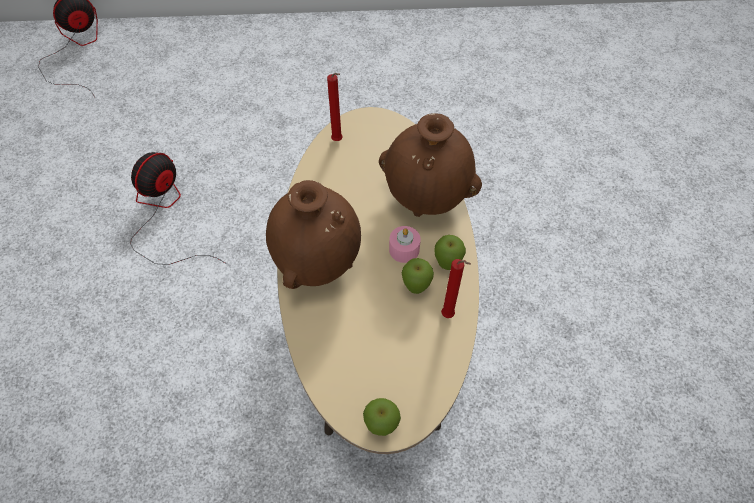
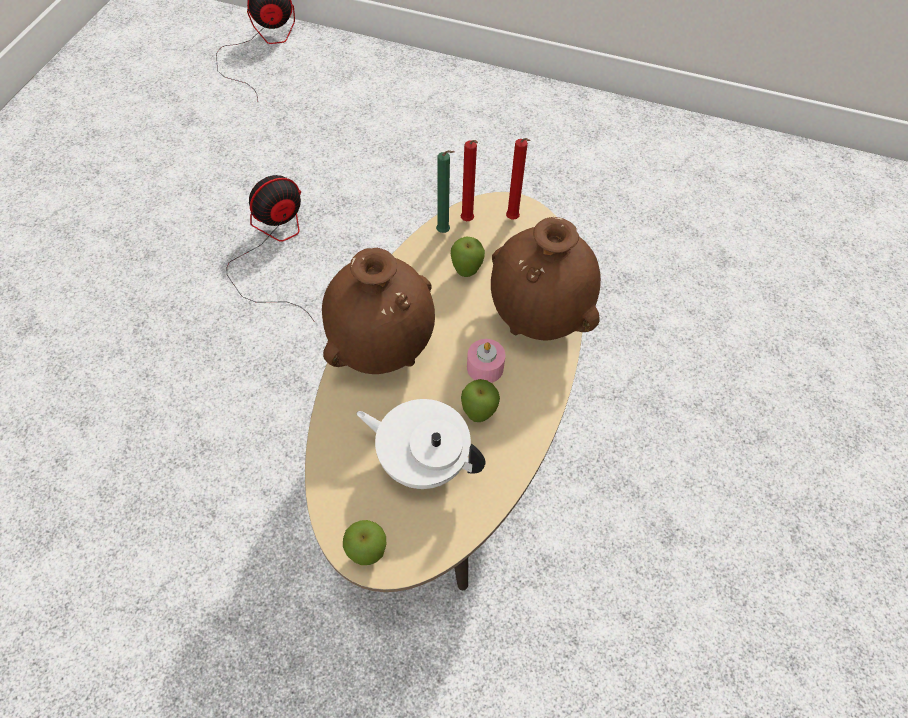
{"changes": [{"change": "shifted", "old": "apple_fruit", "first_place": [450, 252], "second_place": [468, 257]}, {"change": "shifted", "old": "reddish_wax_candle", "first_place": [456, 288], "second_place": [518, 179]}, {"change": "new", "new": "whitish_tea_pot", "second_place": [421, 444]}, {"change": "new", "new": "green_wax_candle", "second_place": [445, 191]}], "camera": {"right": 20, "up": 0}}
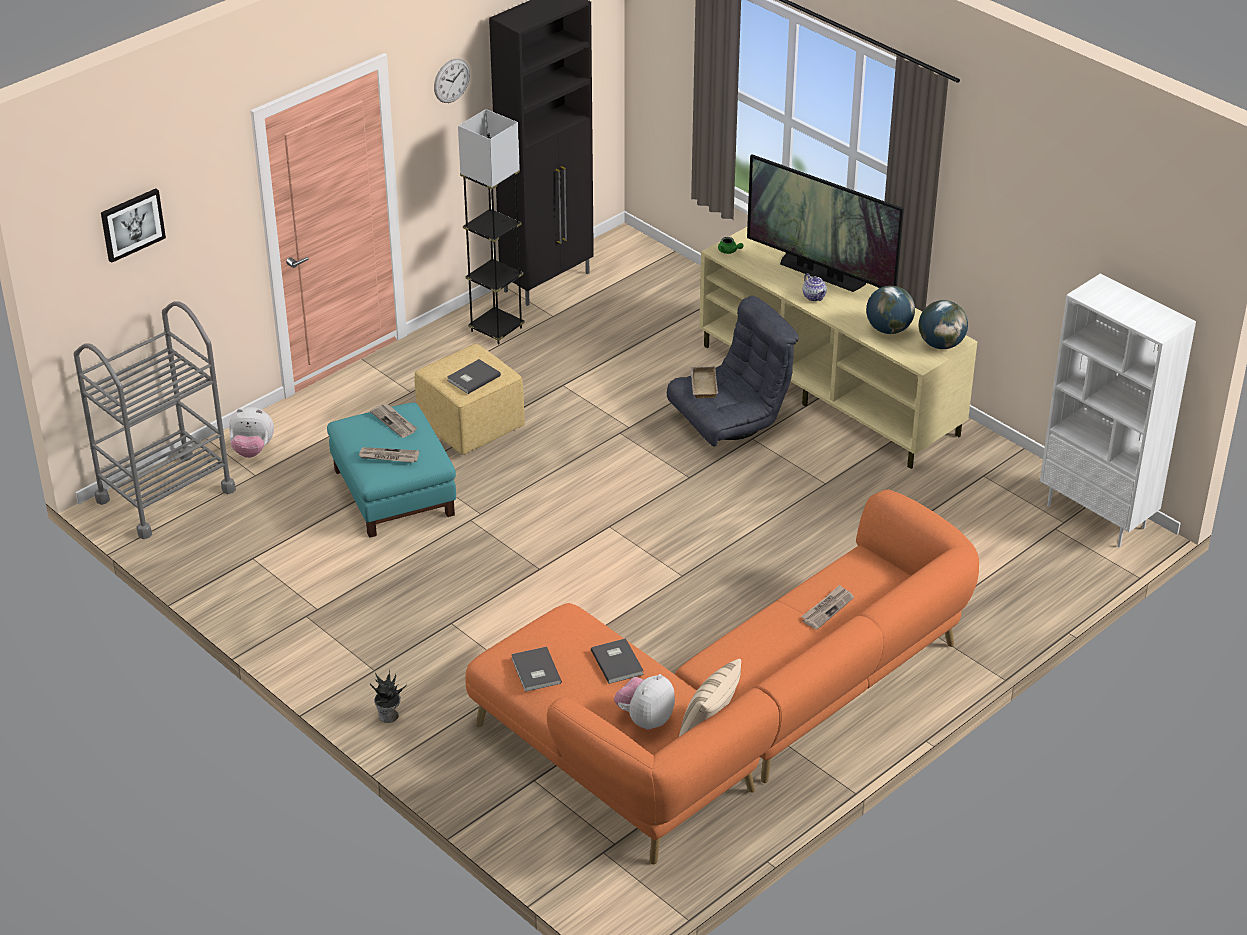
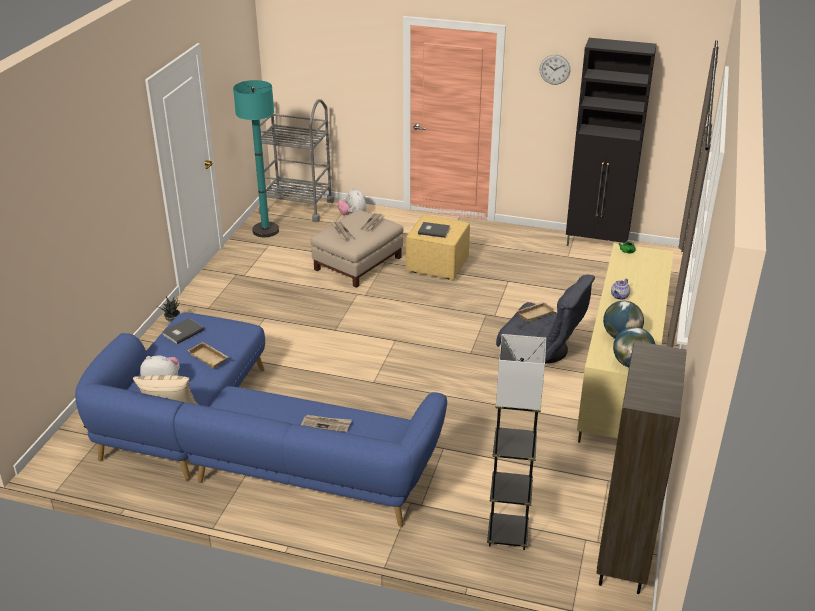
{"changes": [{"change": "gone", "old": "wall_picture", "first_place": [133, 225]}, {"change": "repainted", "old": "blue-green_ottoman", "new": "beige-coloured_ottoman", "first_place": [391, 470], "second_place": [356, 249]}, {"change": "shifted", "old": "greyish_standard_lamp", "first_place": [491, 226], "second_place": [516, 442]}, {"change": "repainted", "old": "orangey_settee", "new": "blue_settee", "first_place": [722, 676], "second_place": [261, 420]}, {"change": "swapped", "old": "greyish_volume", "new": "beige-coloured_carrying_tray", "first_place": [617, 661], "second_place": [208, 355]}, {"change": "gone", "old": "television", "first_place": [825, 223]}, {"change": "repainted", "old": "whitish_bookcase", "new": "brownish_bookcase", "first_place": [1118, 410], "second_place": [642, 467]}, {"change": "new", "new": "blue-green_standard_lamp", "second_place": [256, 158]}], "camera": {"right": 60, "up": -5}}
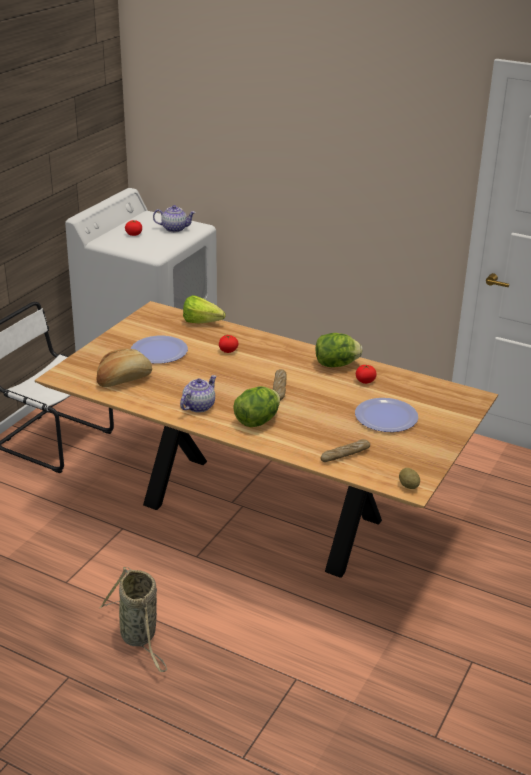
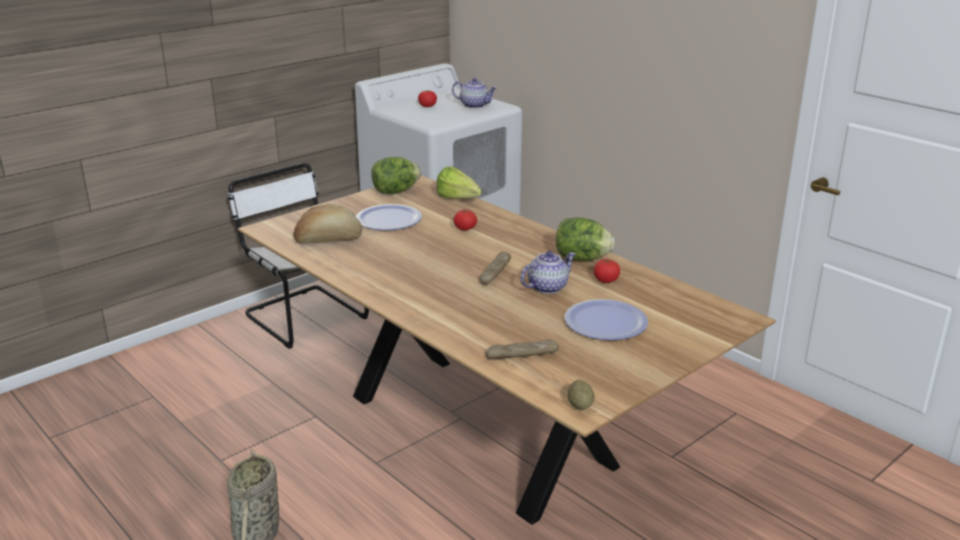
{"changes": [{"change": "shifted", "old": "tea_pot", "first_place": [198, 393], "second_place": [547, 272]}, {"change": "shifted", "old": "head_of_lettuce", "first_place": [257, 406], "second_place": [396, 175]}], "camera": {"right": 20, "up": -5}}
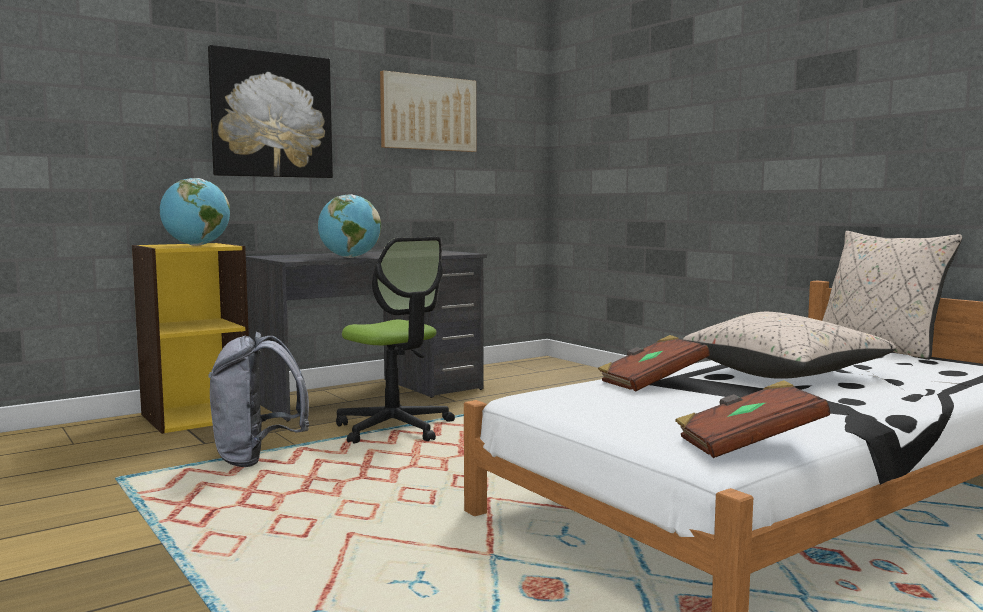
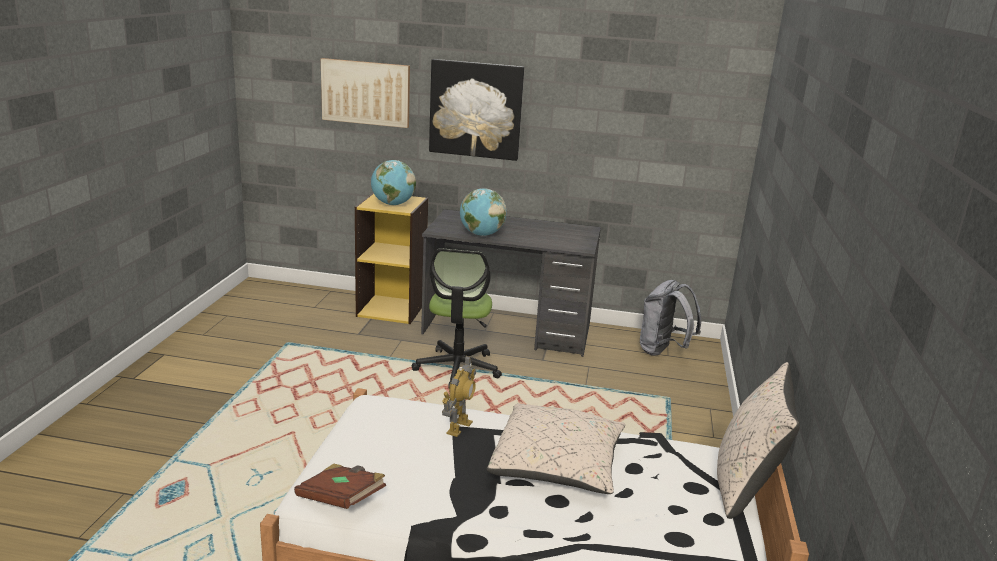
{"changes": [{"change": "shifted", "old": "greyish_backpack", "first_place": [258, 399], "second_place": [670, 318]}, {"change": "shifted", "old": "wall_picture", "first_place": [428, 111], "second_place": [365, 93]}, {"change": "swapped", "old": "brownish_volume", "new": "model_robot", "first_place": [654, 363], "second_place": [459, 396]}], "camera": {"right": 45, "up": 15}}
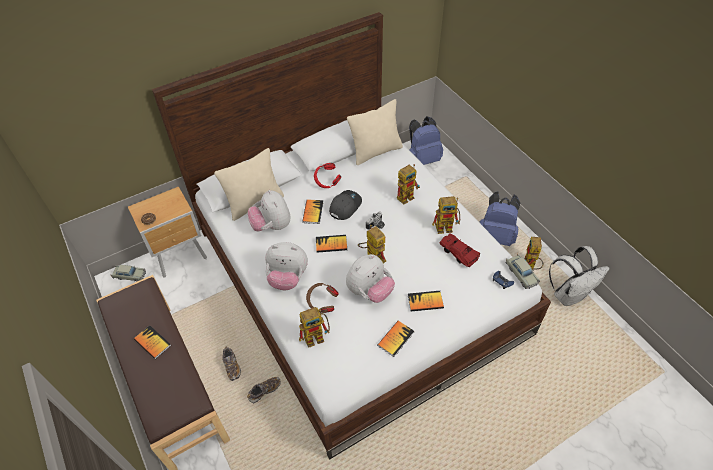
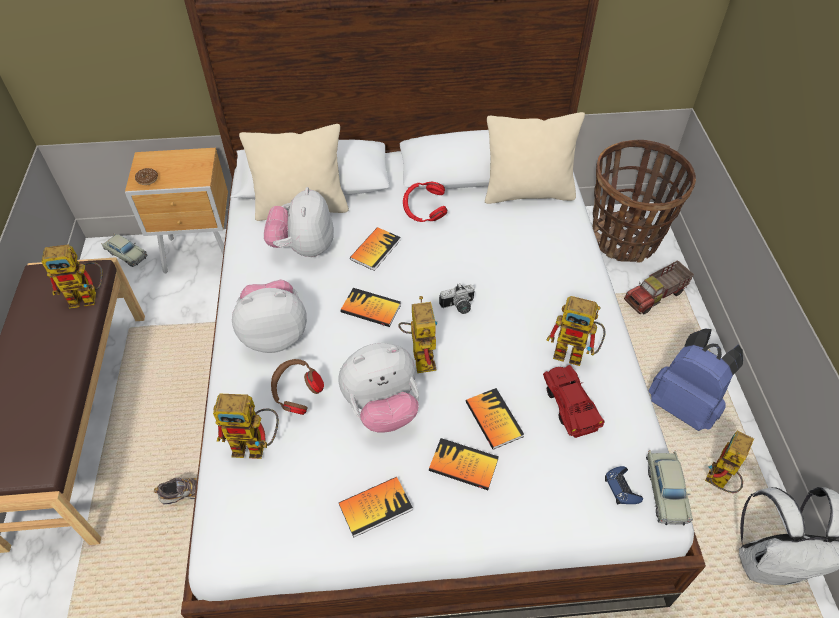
{"changes": [{"change": "shifted", "old": "volume", "first_place": [152, 342], "second_place": [495, 419]}, {"change": "gone", "old": "shoe", "first_place": [231, 364]}, {"change": "rotated", "old": "cuddly_toy", "first_place": [286, 266], "second_place": [269, 316], "degrees": 135}, {"change": "gone", "old": "greyish_cap", "first_place": [345, 205]}, {"change": "shifted", "old": "model_robot", "first_place": [408, 184], "second_place": [72, 277]}, {"change": "swapped", "old": "blue_backpack", "new": "household_basket", "first_place": [426, 140], "second_place": [644, 201]}, {"change": "new", "new": "toy_lorry", "second_place": [659, 287]}], "camera": {"right": 25, "up": 0}}
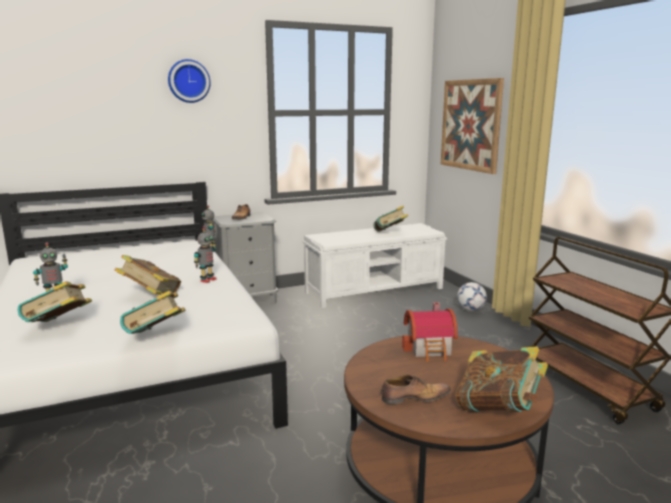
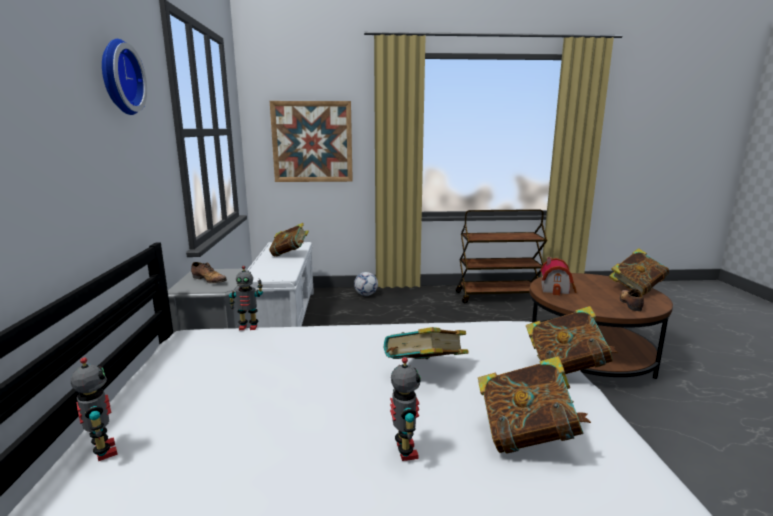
{"changes": [{"change": "shifted", "old": "model_robot", "first_place": [205, 255], "second_place": [94, 409]}], "camera": {"right": -70, "up": 0}}
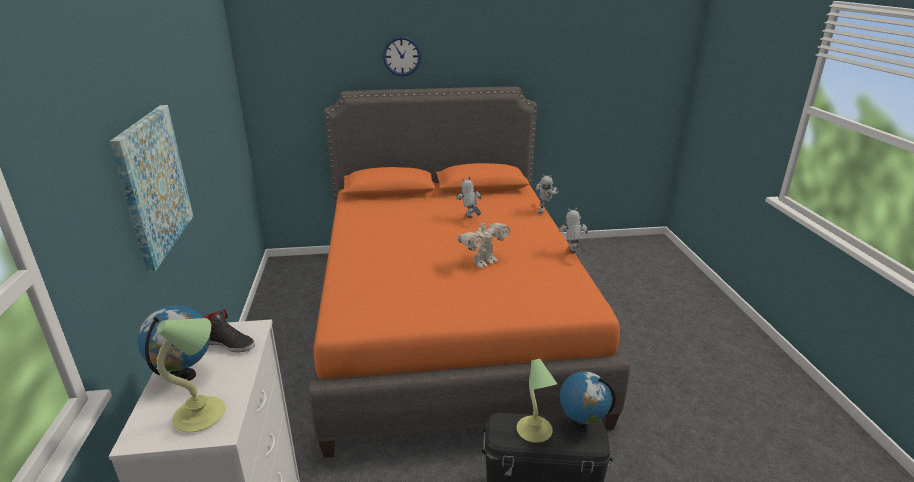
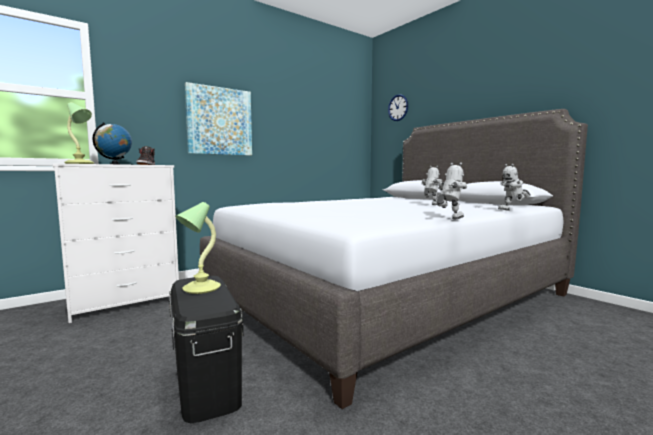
{"changes": [{"change": "repainted", "old": "orangey_bedroom_bed", "new": "greyish_bedroom_bed", "first_place": [469, 272], "second_place": [394, 259]}, {"change": "shifted", "old": "wall_clock", "first_place": [402, 56], "second_place": [398, 107]}, {"change": "gone", "old": "model_robot", "first_place": [484, 244]}, {"change": "gone", "old": "world_globe", "first_place": [588, 401]}], "camera": {"right": 60, "up": -20}}
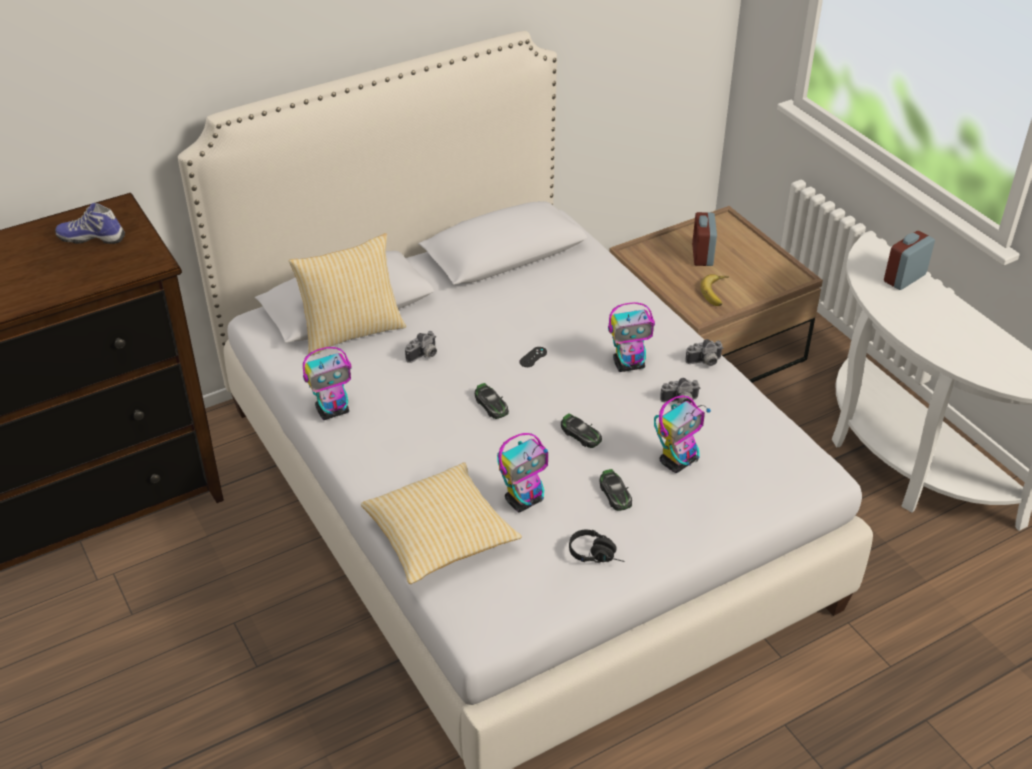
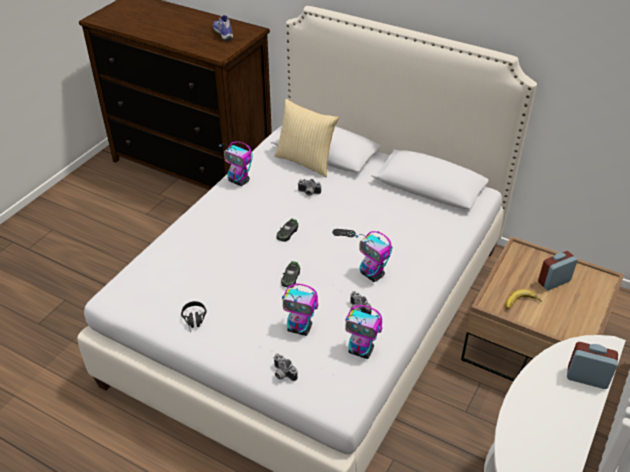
{"changes": [{"change": "gone", "old": "throw_pillow", "first_place": [441, 523]}, {"change": "shifted", "old": "model_robot", "first_place": [522, 472], "second_place": [363, 332]}, {"change": "gone", "old": "toy_car", "first_place": [615, 490]}, {"change": "shifted", "old": "still_camera", "first_place": [704, 352], "second_place": [285, 367]}], "camera": {"right": 60, "up": 0}}
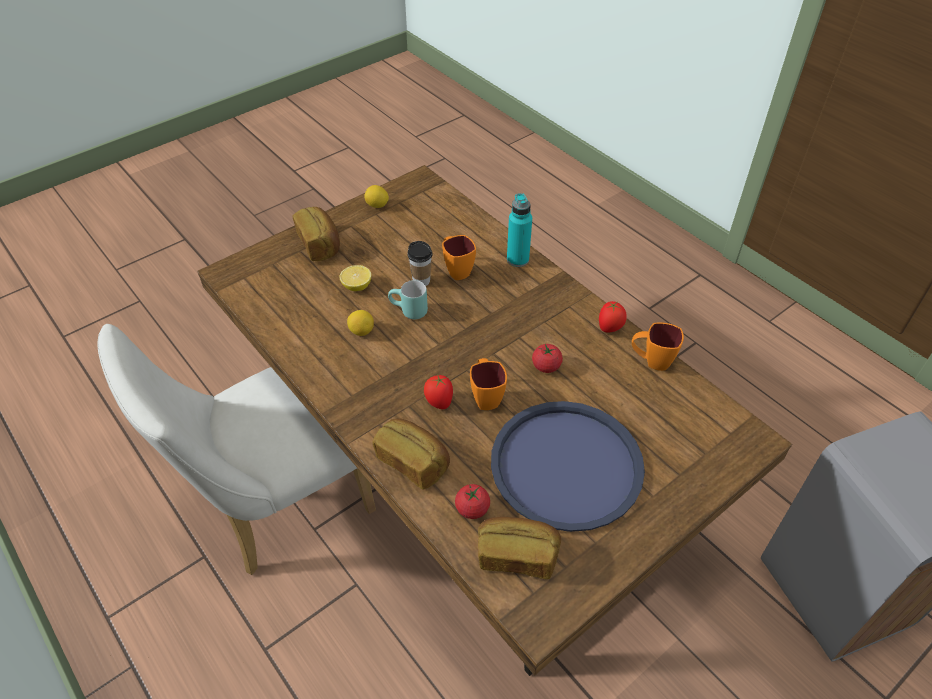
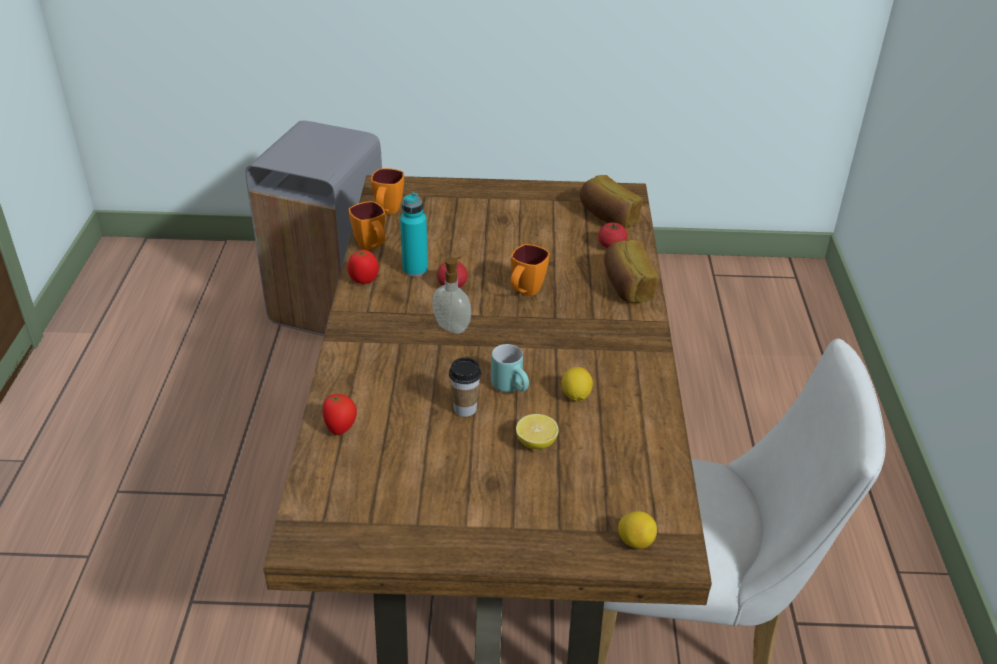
{"changes": [{"change": "gone", "old": "bakery_bread", "first_place": [316, 234]}, {"change": "shifted", "old": "citrus_fruit", "first_place": [376, 196], "second_place": [637, 530]}, {"change": "shifted", "old": "tomato", "first_place": [438, 391], "second_place": [340, 414]}, {"change": "shifted", "old": "orangey_coffee_mug", "first_place": [459, 257], "second_place": [387, 191]}, {"change": "gone", "old": "blue_carrying_tray", "first_place": [568, 466]}, {"change": "shifted", "old": "blue-green_beverage_bottle", "first_place": [519, 230], "second_place": [414, 235]}, {"change": "new", "new": "soap_bottle", "second_place": [451, 295]}], "camera": {"right": -140, "up": -10}}
